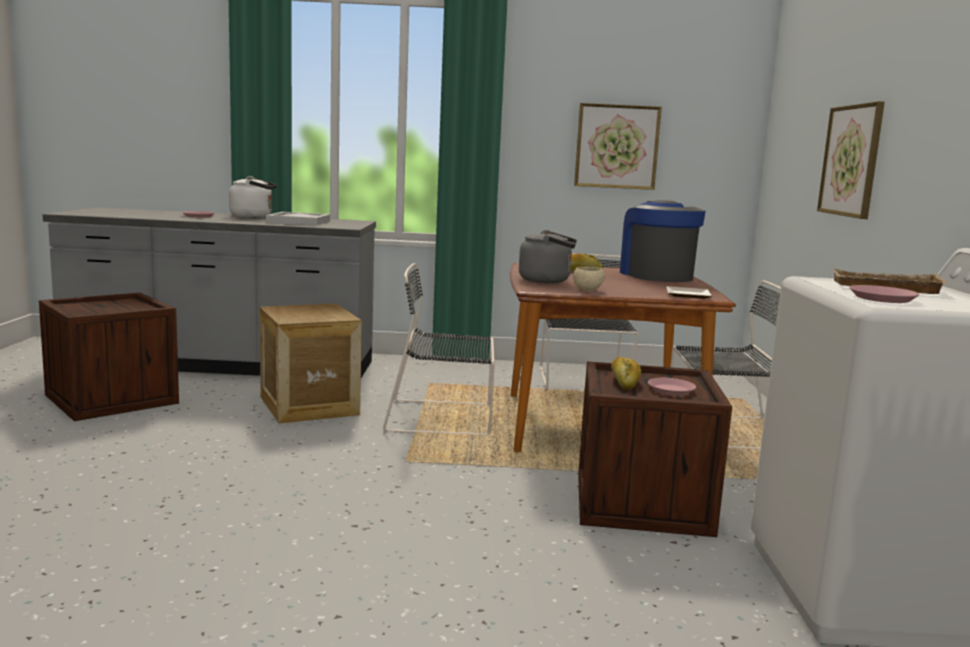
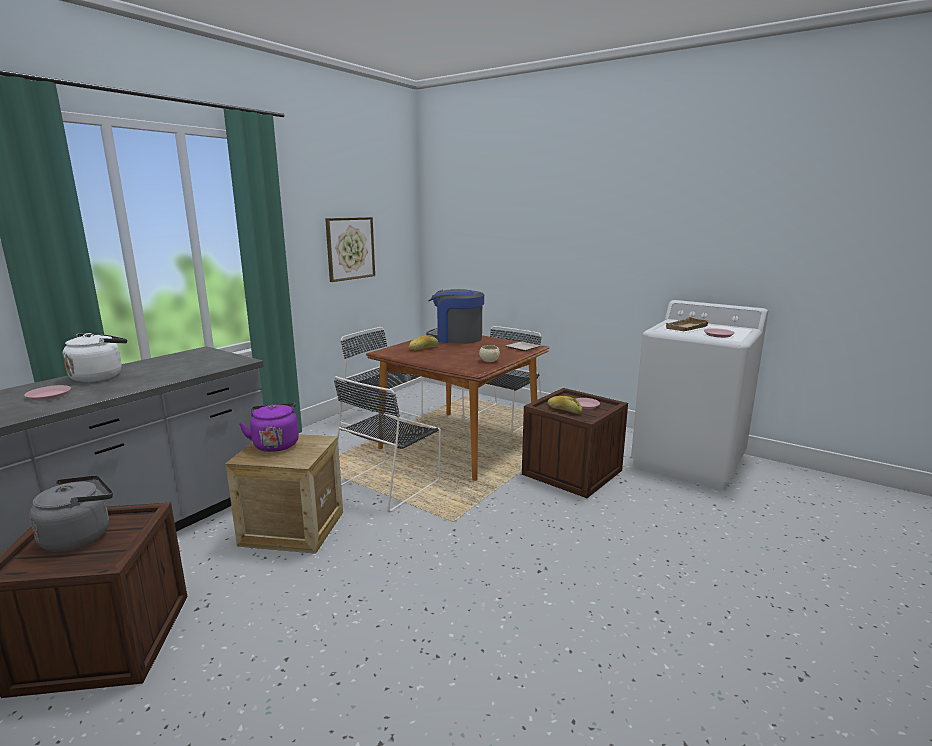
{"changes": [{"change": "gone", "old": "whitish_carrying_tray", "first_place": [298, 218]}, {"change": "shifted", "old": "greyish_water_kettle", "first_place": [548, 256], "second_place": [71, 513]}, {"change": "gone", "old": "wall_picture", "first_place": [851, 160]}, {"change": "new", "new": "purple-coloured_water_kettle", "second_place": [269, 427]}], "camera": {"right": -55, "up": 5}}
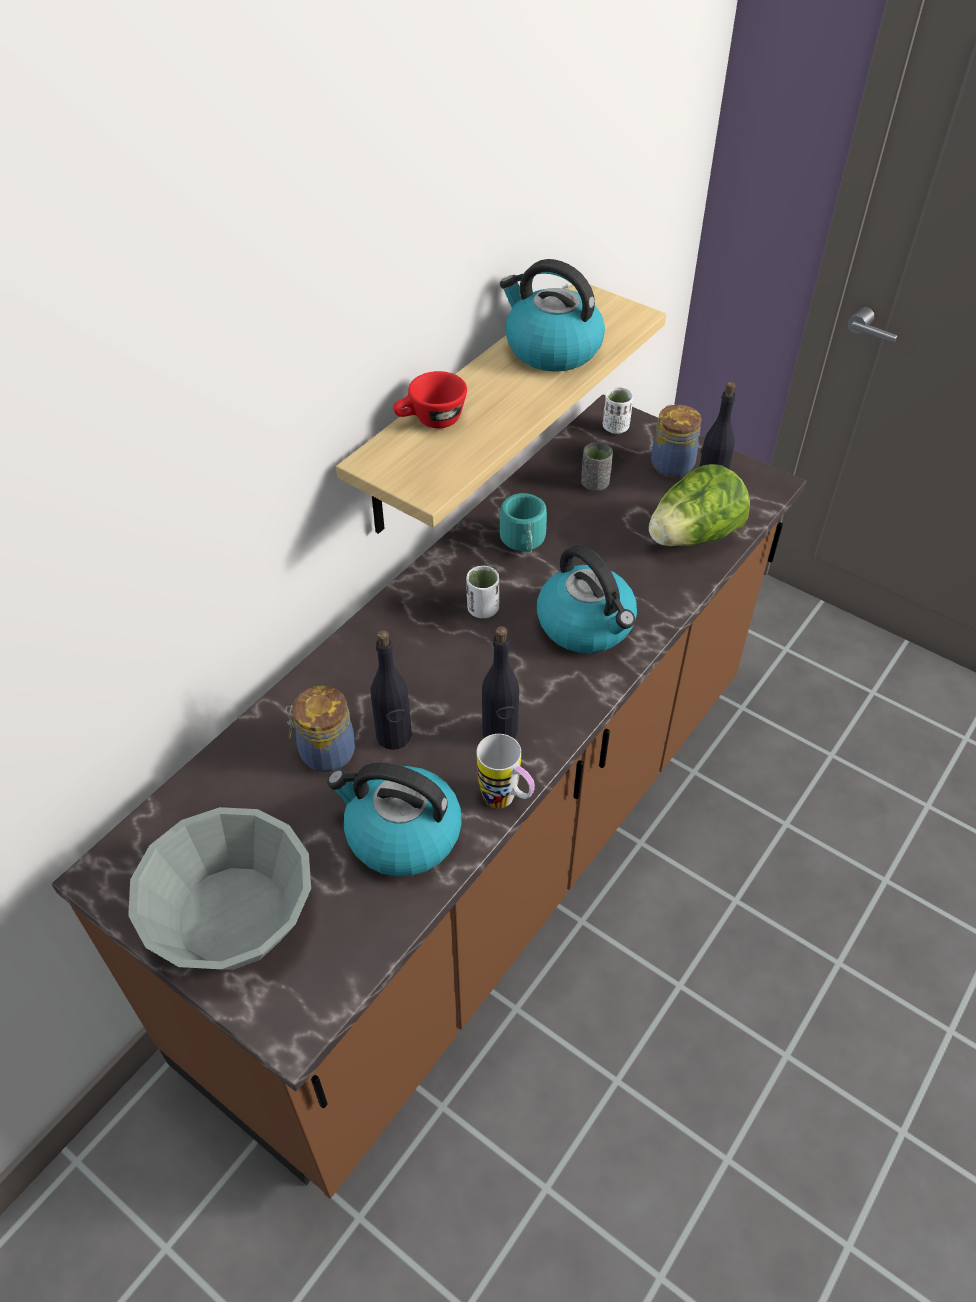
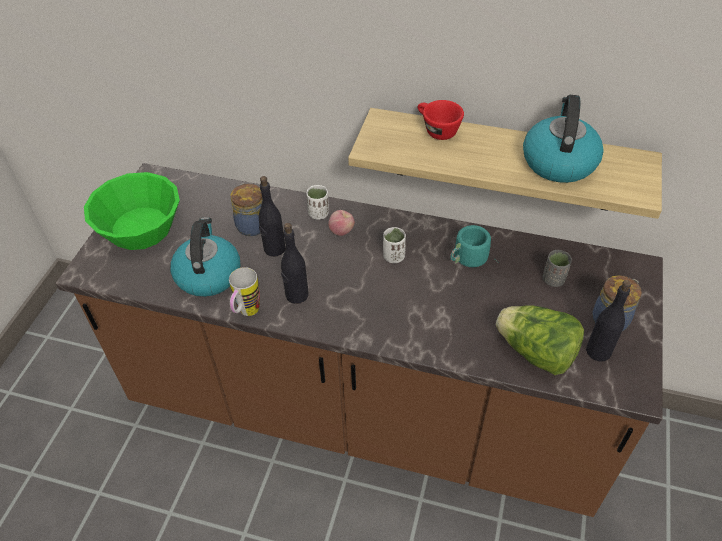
{"changes": [{"change": "repainted", "old": "greyish_bowl", "new": "green_bowl", "first_place": [219, 888], "second_place": [132, 211]}, {"change": "gone", "old": "water_kettle", "first_place": [587, 599]}, {"change": "shifted", "old": "whitish_cup", "first_place": [618, 410], "second_place": [317, 202]}, {"change": "new", "new": "apple_fruit", "second_place": [341, 223]}], "camera": {"right": 70, "up": 0}}
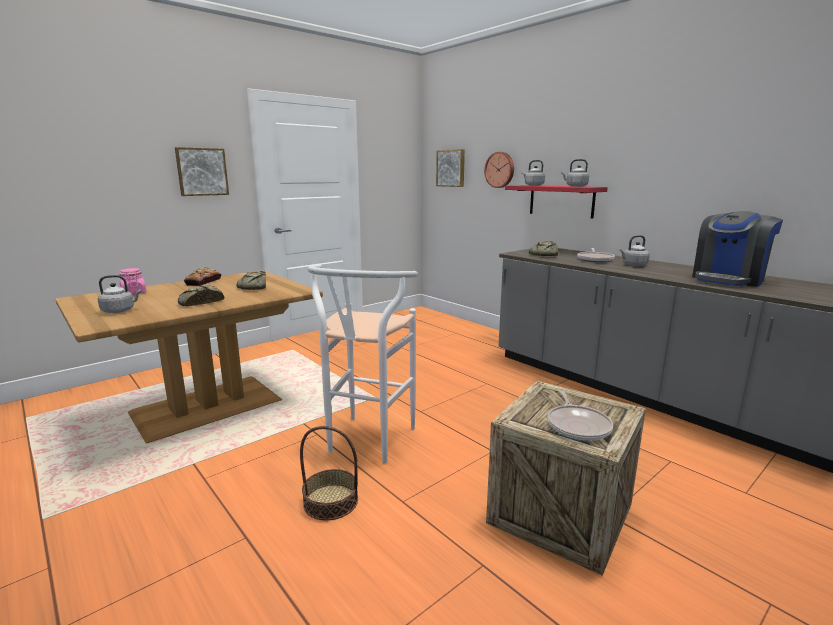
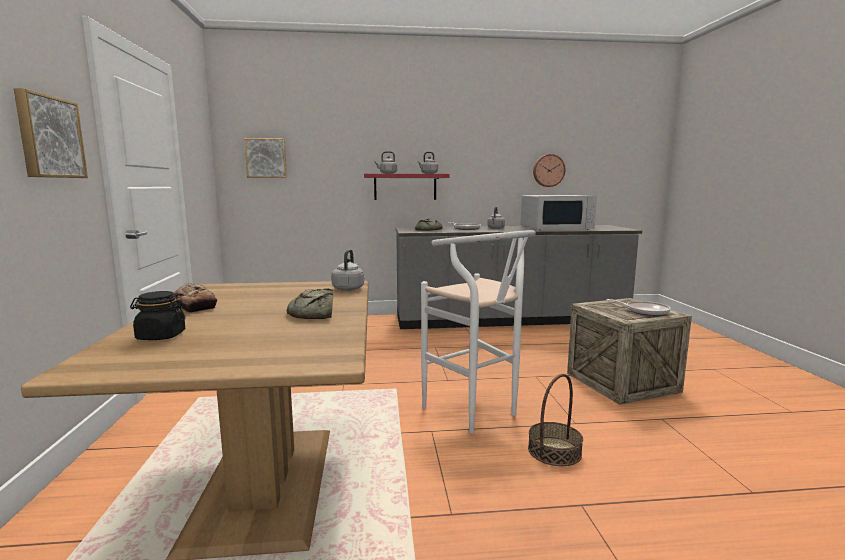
{"changes": [{"change": "shifted", "old": "greyish_water_kettle", "first_place": [120, 294], "second_place": [347, 270]}, {"change": "repainted", "old": "pink-coloured_storage_jar", "new": "blackish_storage_jar", "first_place": [133, 281], "second_place": [157, 315]}, {"change": "gone", "old": "bakery_bread", "first_place": [251, 280]}, {"change": "shifted", "old": "wall_clock", "first_place": [499, 170], "second_place": [549, 170]}, {"change": "swapped", "old": "coffee_maker", "new": "whitish_microwave_oven", "first_place": [737, 249], "second_place": [559, 212]}], "camera": {"right": -55, "up": -5}}
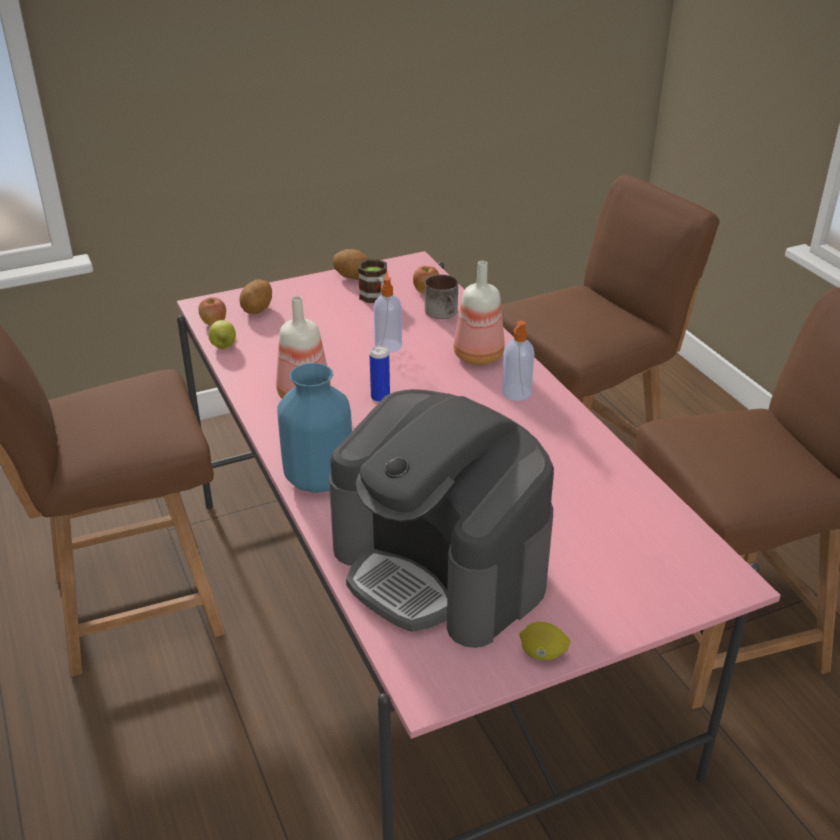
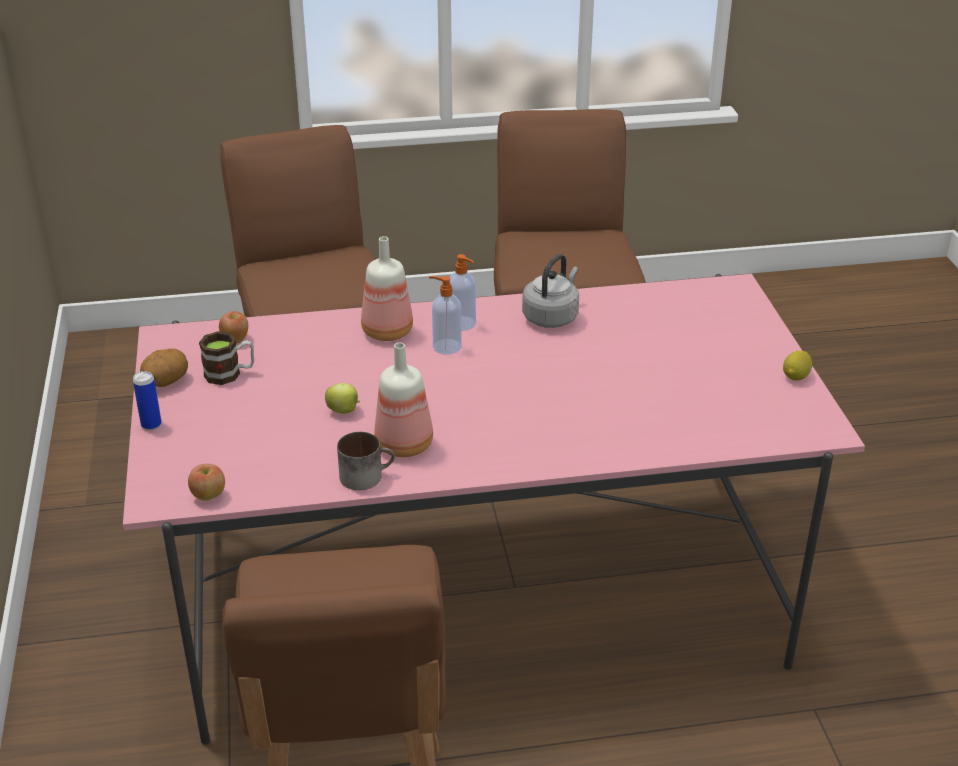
{"changes": [{"change": "shifted", "old": "apple_fruit", "first_place": [222, 334], "second_place": [342, 398]}, {"change": "gone", "old": "potato", "first_place": [255, 296]}, {"change": "gone", "old": "blue_decorative_vase", "first_place": [314, 428]}, {"change": "gone", "old": "coffee_maker", "first_place": [441, 518]}, {"change": "shifted", "old": "sealed_can", "first_place": [379, 374], "second_place": [147, 400]}, {"change": "shifted", "old": "soap_bottle", "first_place": [388, 312], "second_place": [445, 315]}, {"change": "shifted", "old": "coffee_mug", "first_place": [441, 297], "second_place": [366, 461]}, {"change": "new", "new": "greyish_water_kettle", "second_place": [550, 291]}], "camera": {"right": -75, "up": 0}}
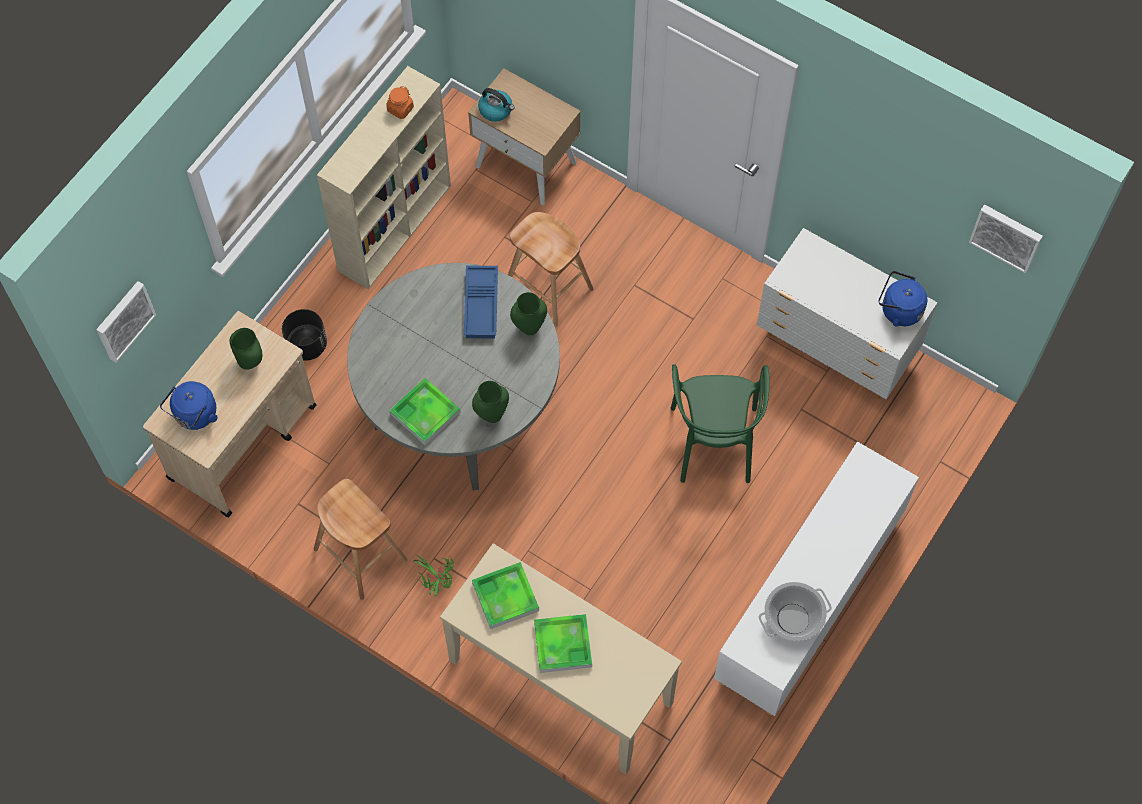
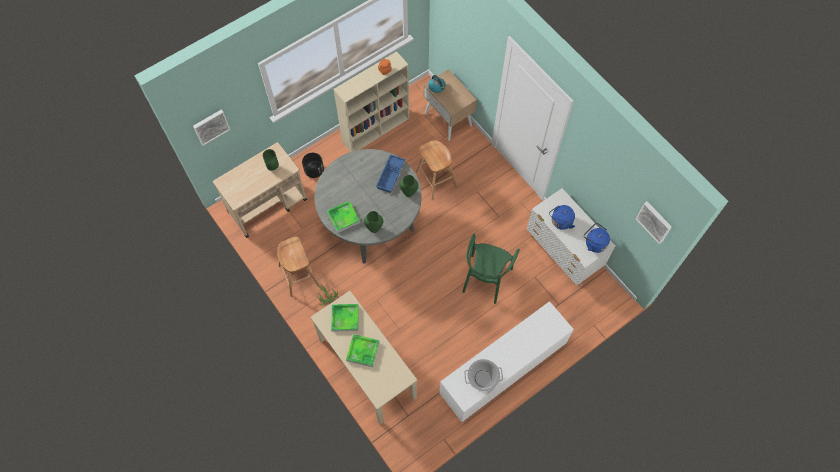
{"changes": [{"change": "shifted", "old": "blue_water_kettle", "first_place": [189, 405], "second_place": [562, 217]}], "camera": {"right": 20, "up": 0}}
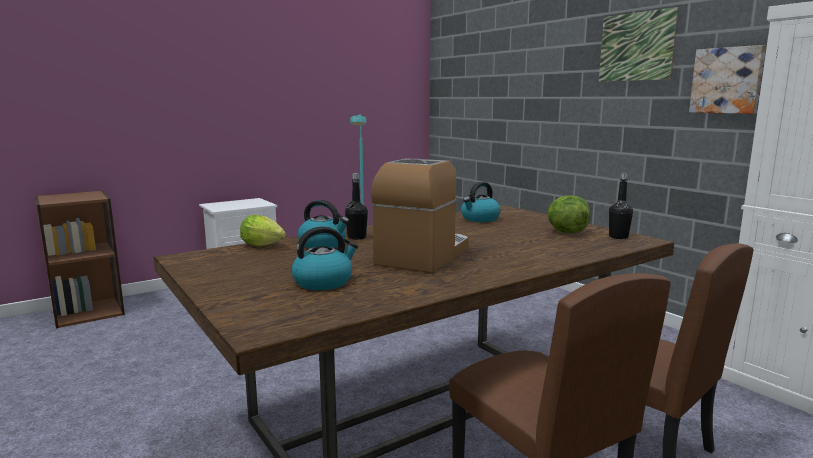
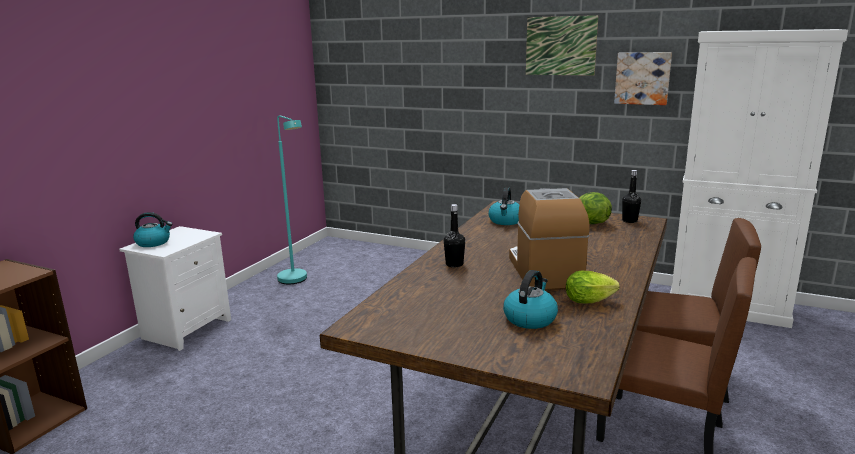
{"changes": [{"change": "shifted", "old": "head_of_lettuce", "first_place": [263, 231], "second_place": [593, 287]}, {"change": "shifted", "old": "water_kettle", "first_place": [323, 224], "second_place": [153, 229]}], "camera": {"right": -30, "up": 5}}
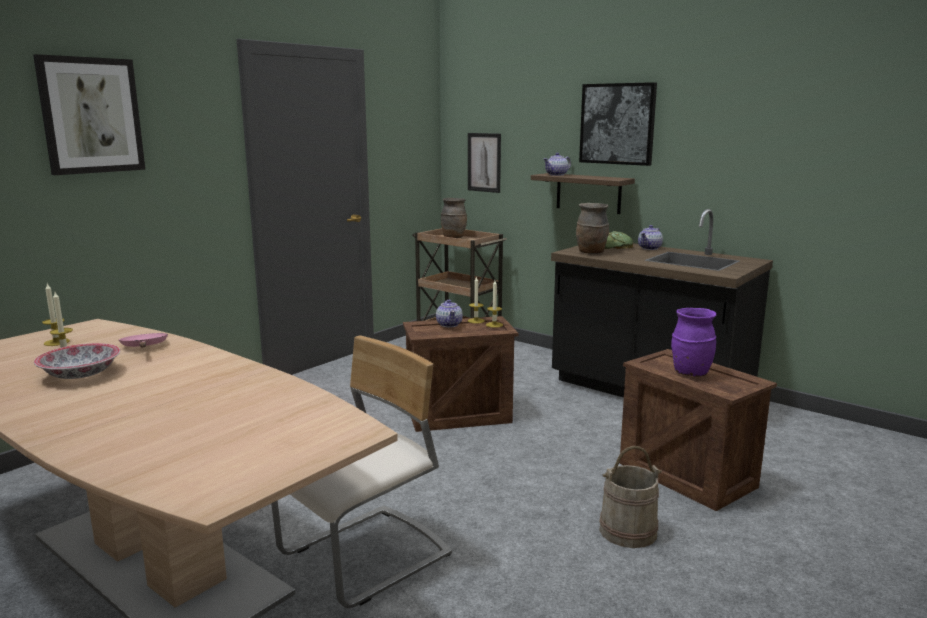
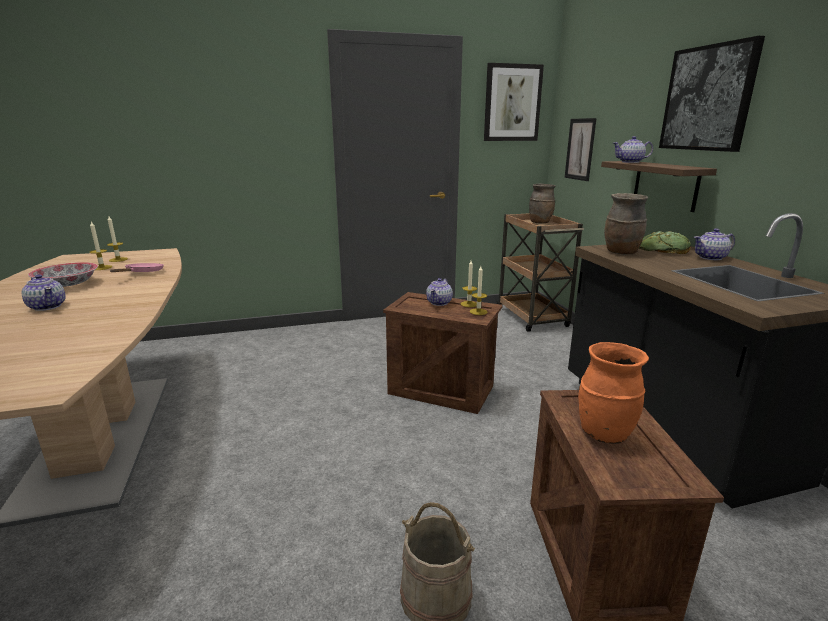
{"changes": [{"change": "shifted", "old": "wall_picture", "first_place": [89, 114], "second_place": [514, 102]}, {"change": "gone", "old": "beige-coloured_chair", "first_place": [361, 472]}, {"change": "repainted", "old": "purple-coloured_decorative_vase", "new": "orangey_decorative_vase", "first_place": [693, 342], "second_place": [613, 393]}, {"change": "new", "new": "tea_pot", "second_place": [44, 292]}], "camera": {"right": 35, "up": 5}}
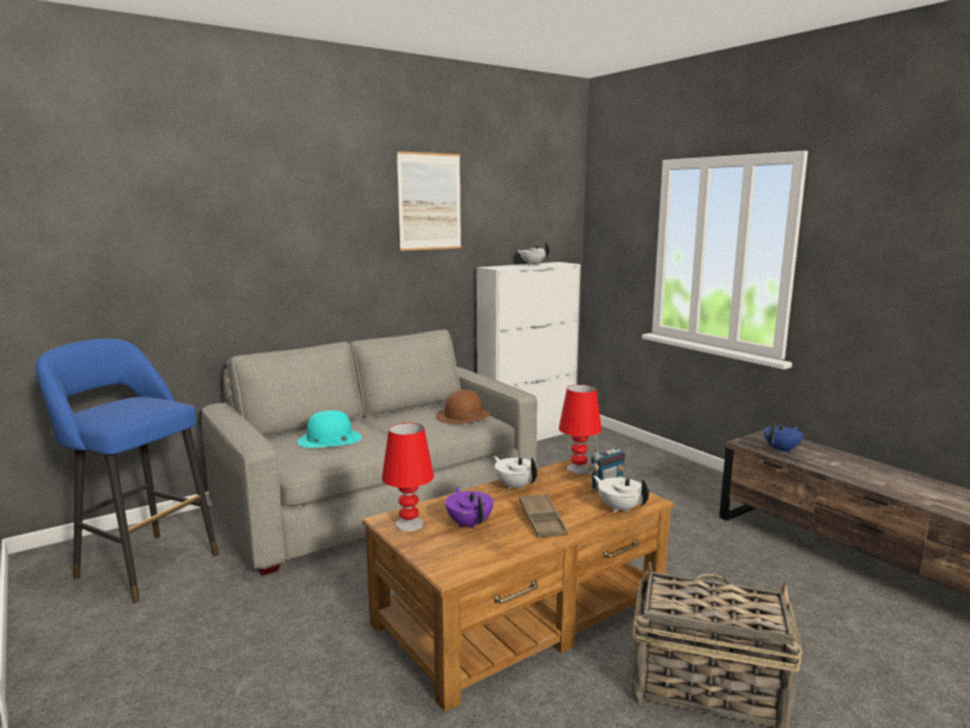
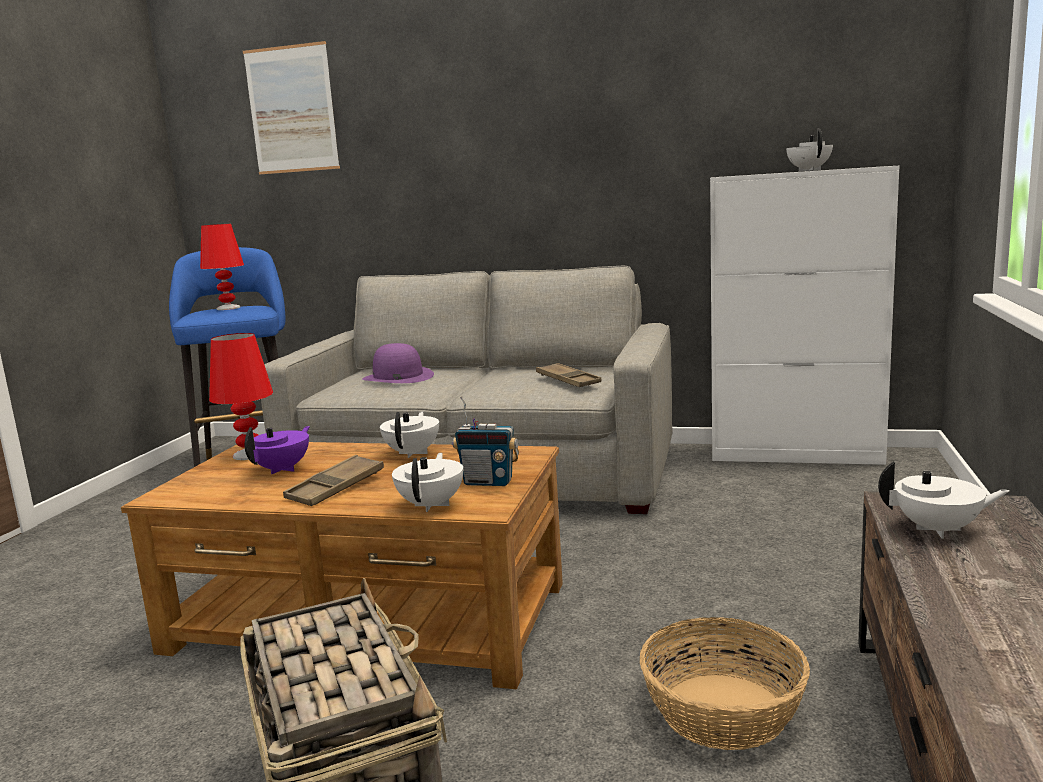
{"changes": [{"change": "repainted", "old": "blue-green_hat", "new": "purple-coloured_hat", "first_place": [329, 429], "second_place": [398, 363]}, {"change": "shifted", "old": "wall_picture", "first_place": [429, 201], "second_place": [291, 107]}, {"change": "swapped", "old": "brownish_hat", "new": "brownish_carrying_tray", "first_place": [463, 407], "second_place": [568, 375]}, {"change": "shifted", "old": "reddish_lamp_for_a_table", "first_place": [580, 429], "second_place": [222, 267]}, {"change": "repainted", "old": "blue_tea_pot", "new": "whitish_tea_pot", "first_place": [783, 438], "second_place": [944, 500]}, {"change": "new", "new": "household_basket", "second_place": [725, 683]}], "camera": {"right": 50, "up": 0}}
